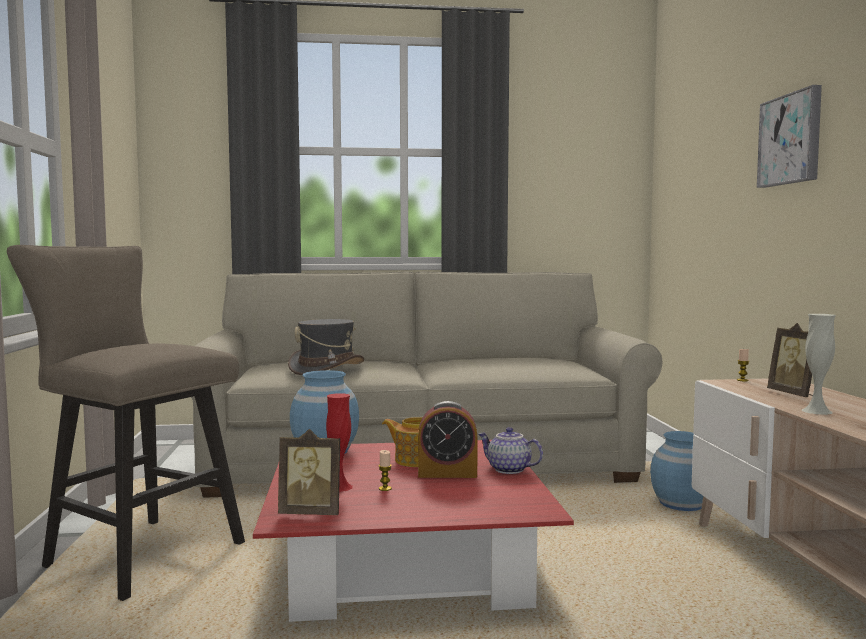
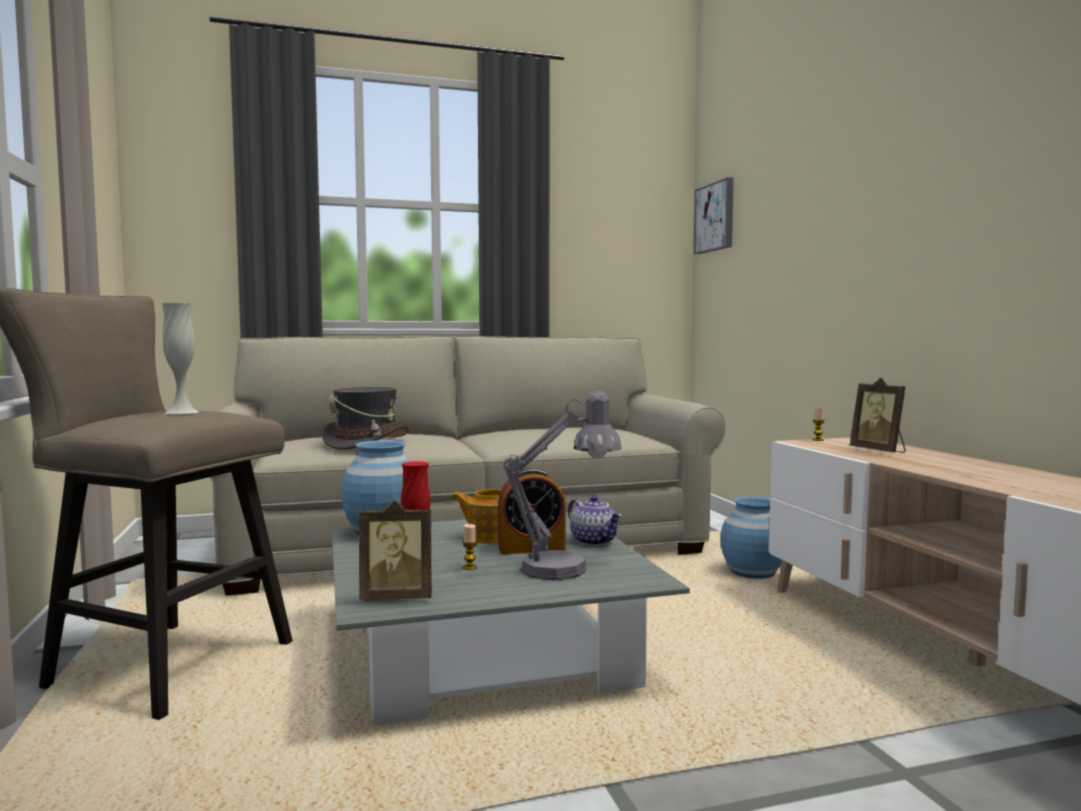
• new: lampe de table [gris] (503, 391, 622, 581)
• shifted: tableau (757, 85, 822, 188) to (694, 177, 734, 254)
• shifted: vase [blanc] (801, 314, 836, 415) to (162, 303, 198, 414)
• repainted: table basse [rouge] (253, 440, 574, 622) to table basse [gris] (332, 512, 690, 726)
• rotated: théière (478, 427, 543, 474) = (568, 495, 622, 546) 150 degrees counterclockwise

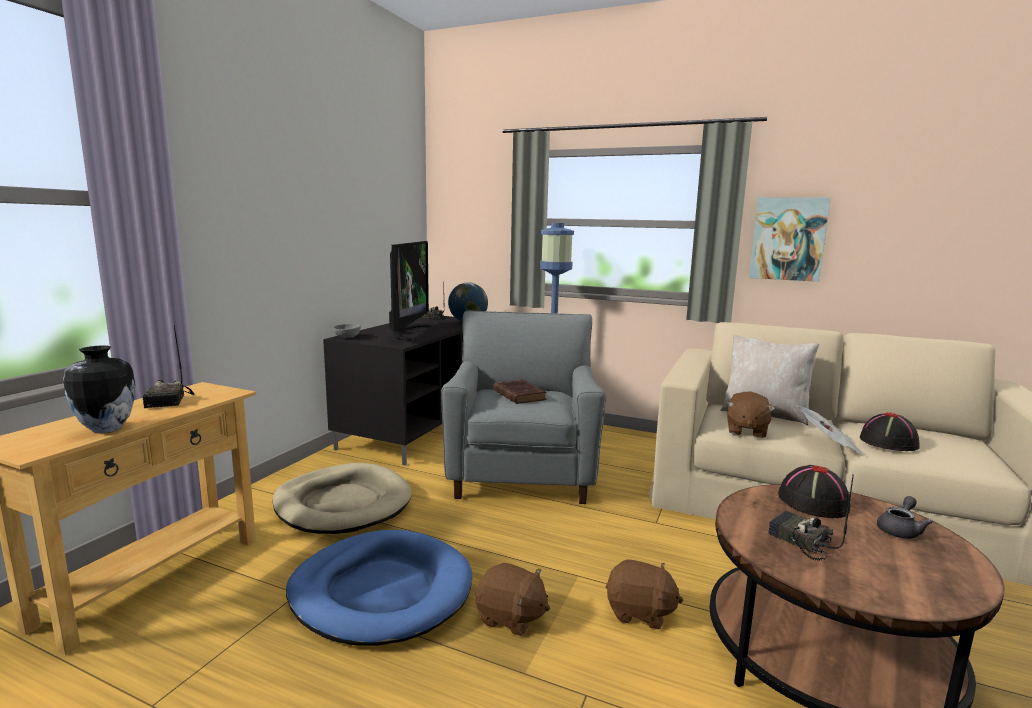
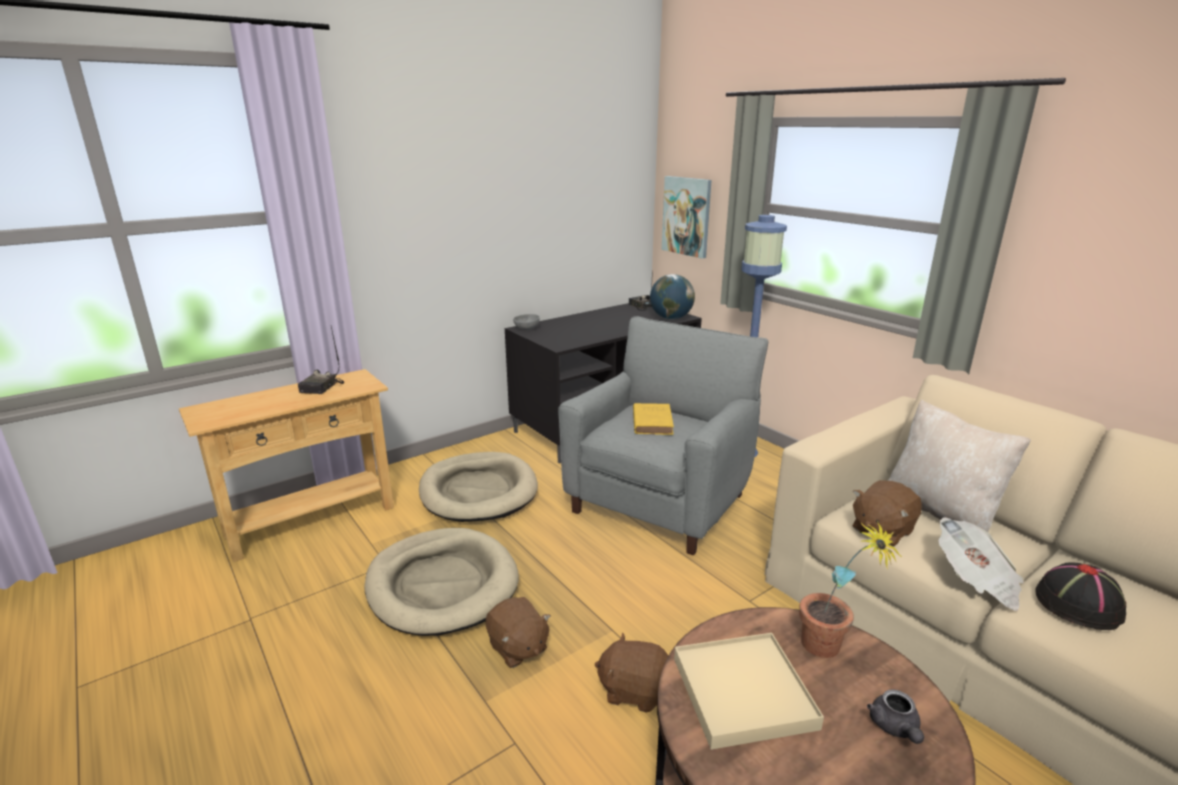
• gone: vase (63, 345, 135, 433)
• gone: téléviseur (389, 241, 432, 341)
• shifted: tableau (749, 197, 831, 282) to (662, 176, 712, 259)
• swapped: radio (768, 474, 854, 561) to plateau [beige] (674, 633, 824, 750)
• swapped: chapeau [noir] (778, 465, 851, 518) to plante en pot (799, 521, 902, 658)
• repainted: panier pour chien [bleu] (286, 530, 472, 646) to panier pour chien [beige] (364, 528, 519, 636)
• repainted: livre [marron] (493, 380, 547, 404) to livre [jaune] (633, 403, 674, 435)
• rotated: peluche [marron] (606, 559, 683, 629) = (595, 632, 668, 713) 150 degrees clockwise
• rotated: théière [gris] (877, 496, 933, 539) = (867, 689, 924, 744) 105 degrees clockwise

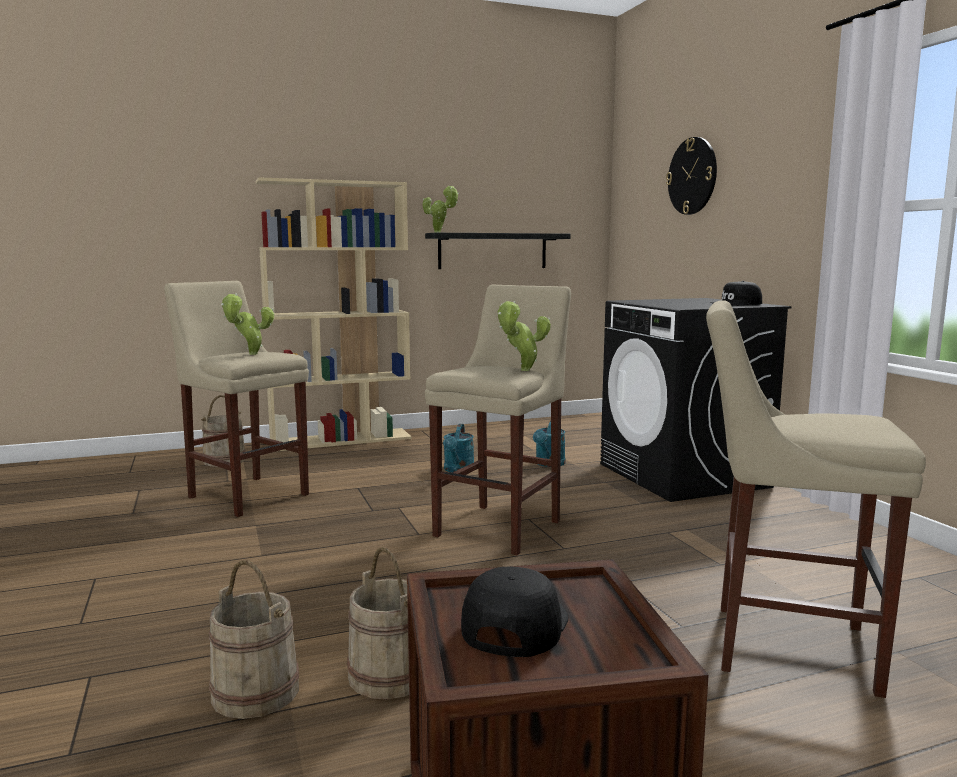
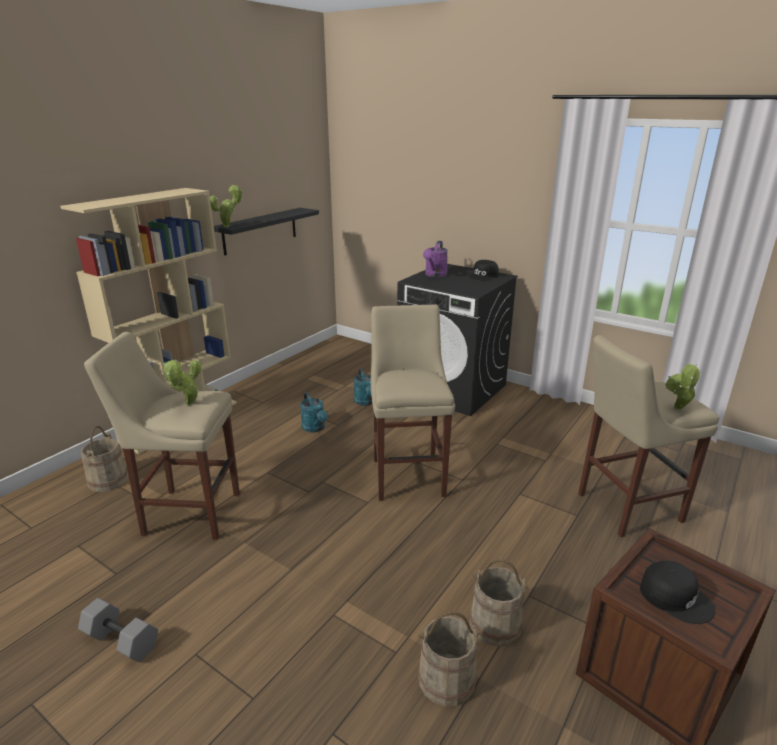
• gone: horloge murale (666, 137, 717, 215)
• new: haltère [gris] (78, 598, 158, 662)
• new: arrosoir [violet] (423, 241, 448, 277)
• shifted: plante en pot (498, 301, 551, 371) to (665, 364, 701, 410)
• rotated: casquette [noir] (461, 567, 568, 657) = (640, 561, 715, 624) 150 degrees clockwise

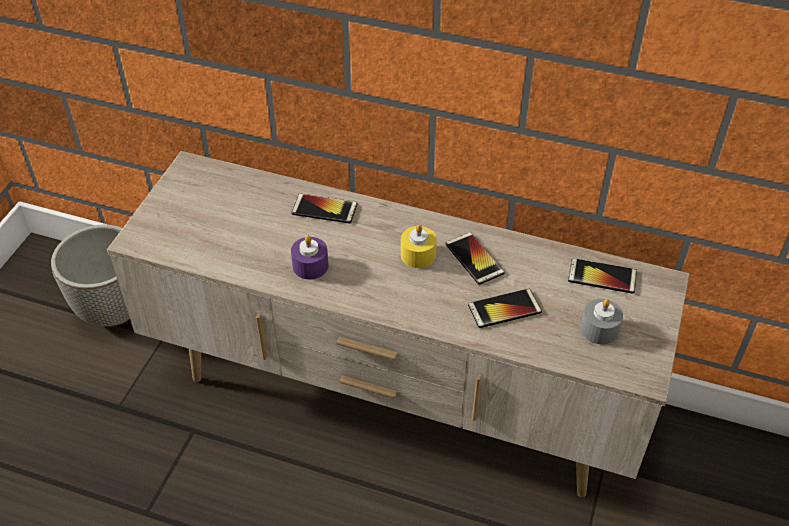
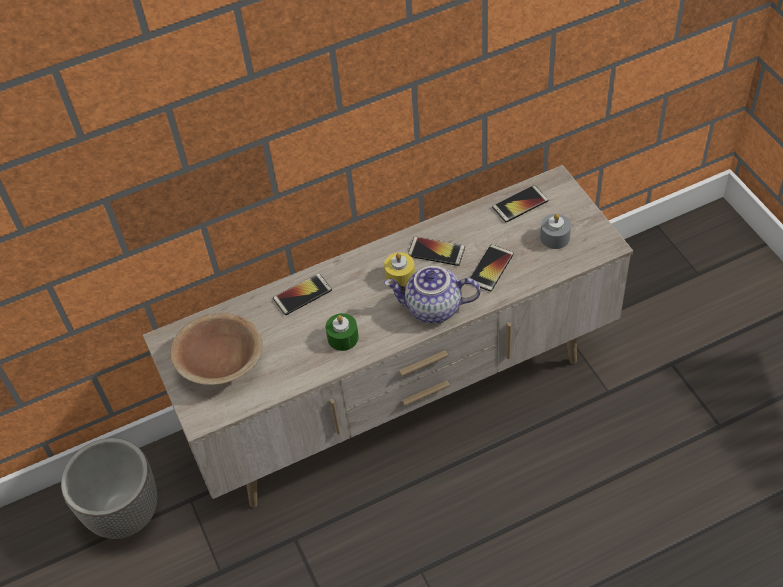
• new: bol [marron] (170, 313, 263, 385)
• new: théière (384, 266, 481, 323)
• repainted: bougie [violet] (291, 235, 328, 279) to bougie [vert] (326, 313, 359, 351)

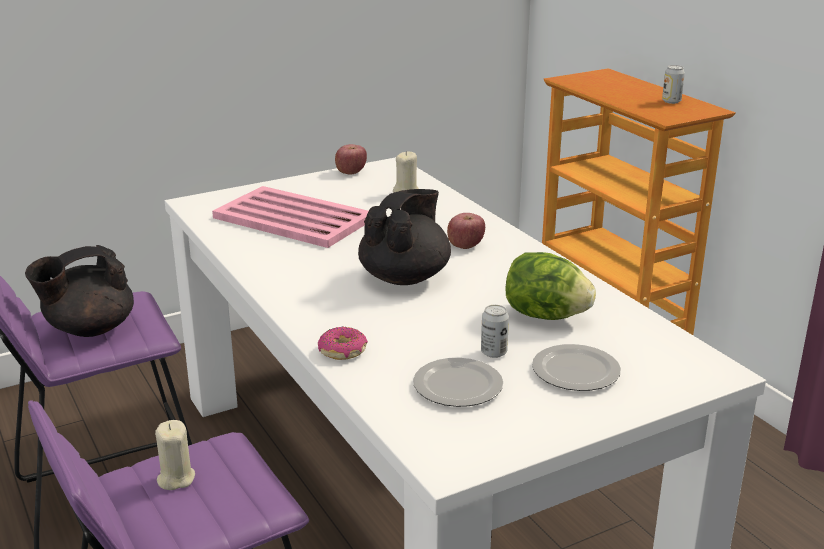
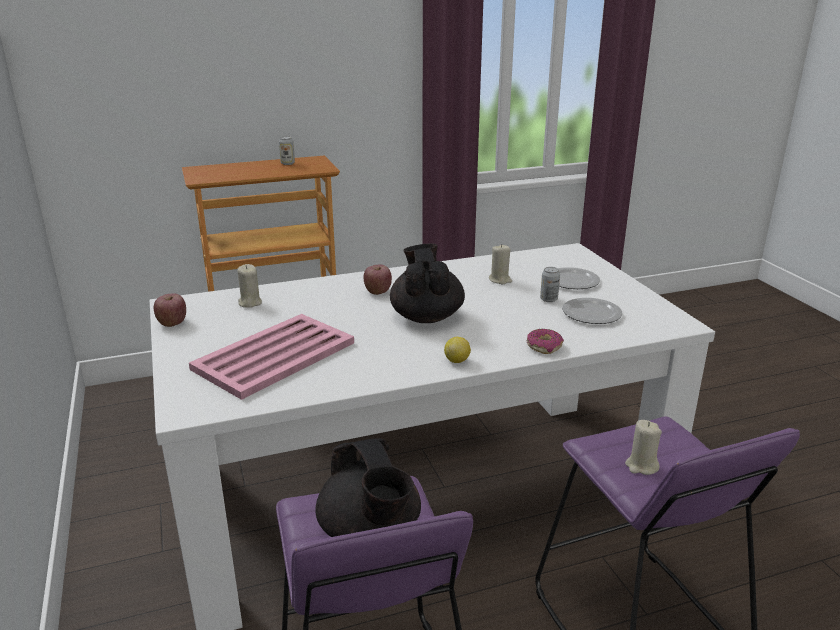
• new: citron (444, 337, 471, 363)
• swapped: laitue (506, 252, 596, 320) to bougie [beige] (489, 244, 512, 284)
• rotated: théière [noir] (358, 189, 451, 285) = (390, 243, 465, 323) 45 degrees clockwise

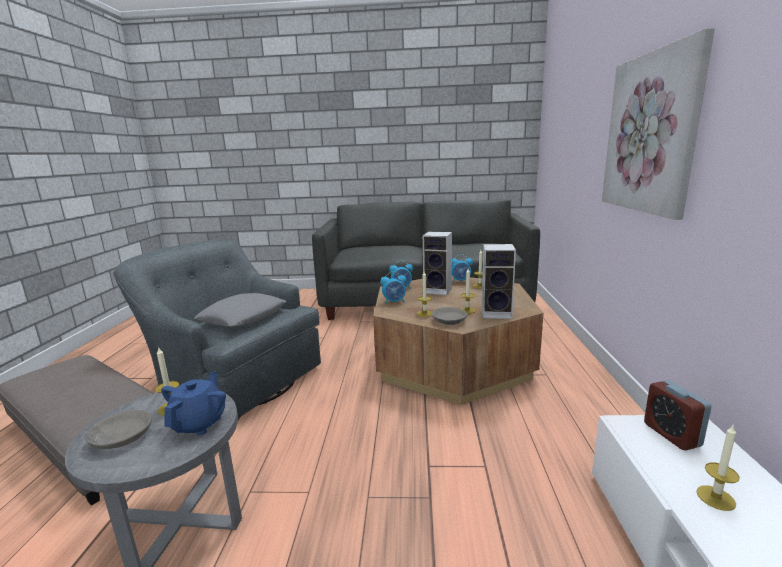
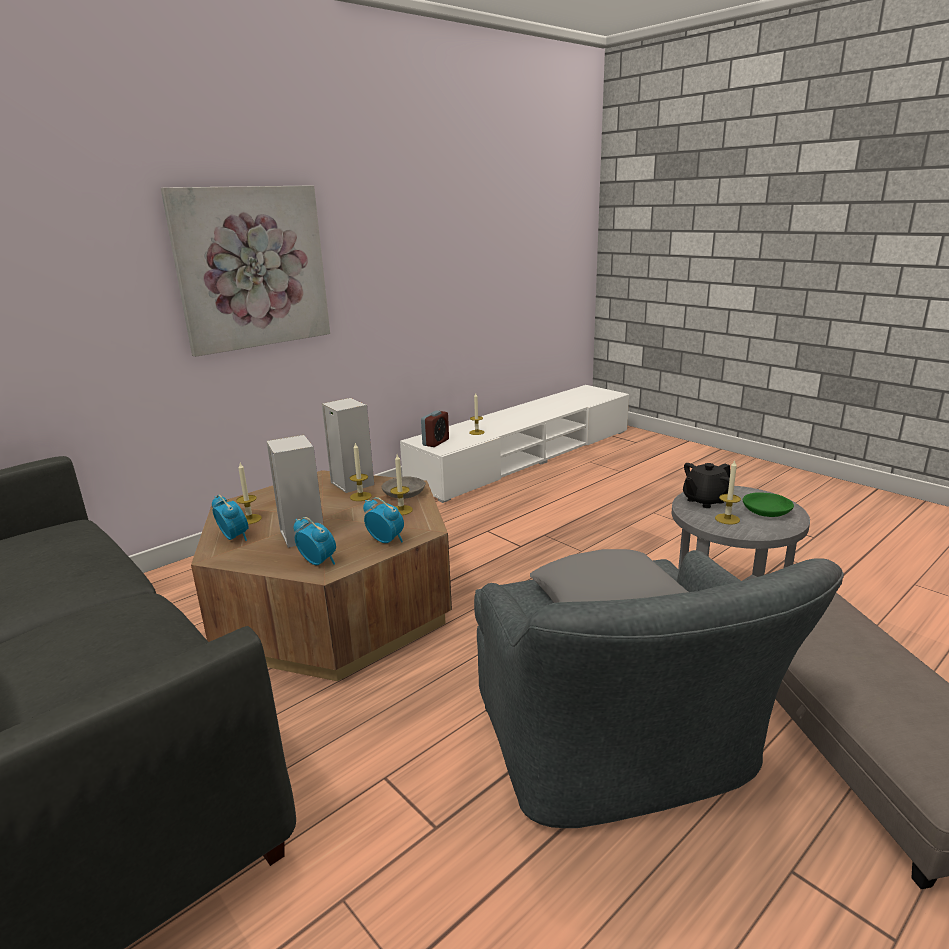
• repainted: bol [gris] (85, 410, 152, 449) to bol [vert] (743, 492, 794, 517)
• repainted: théière [bleu] (161, 371, 226, 436) to théière [noir] (683, 463, 730, 508)

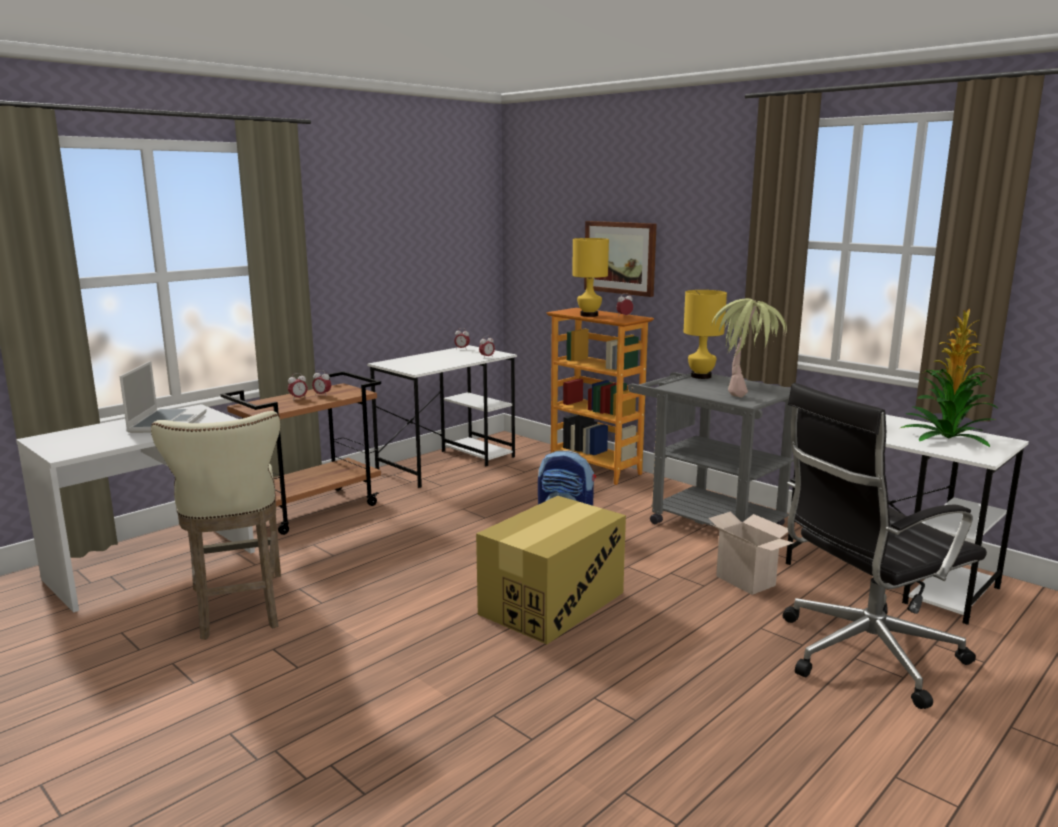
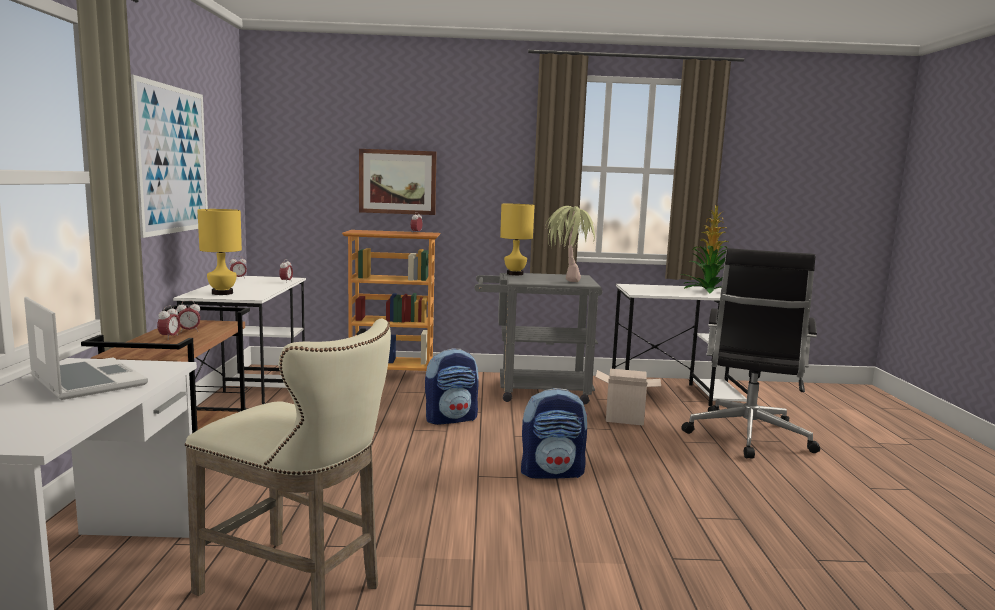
• new: tableau (131, 74, 208, 238)
• shifted: lampe de table [jaune] (572, 238, 609, 317) to (197, 209, 242, 295)
• swapped: carton (476, 496, 626, 644) to sac à dos (521, 388, 588, 479)

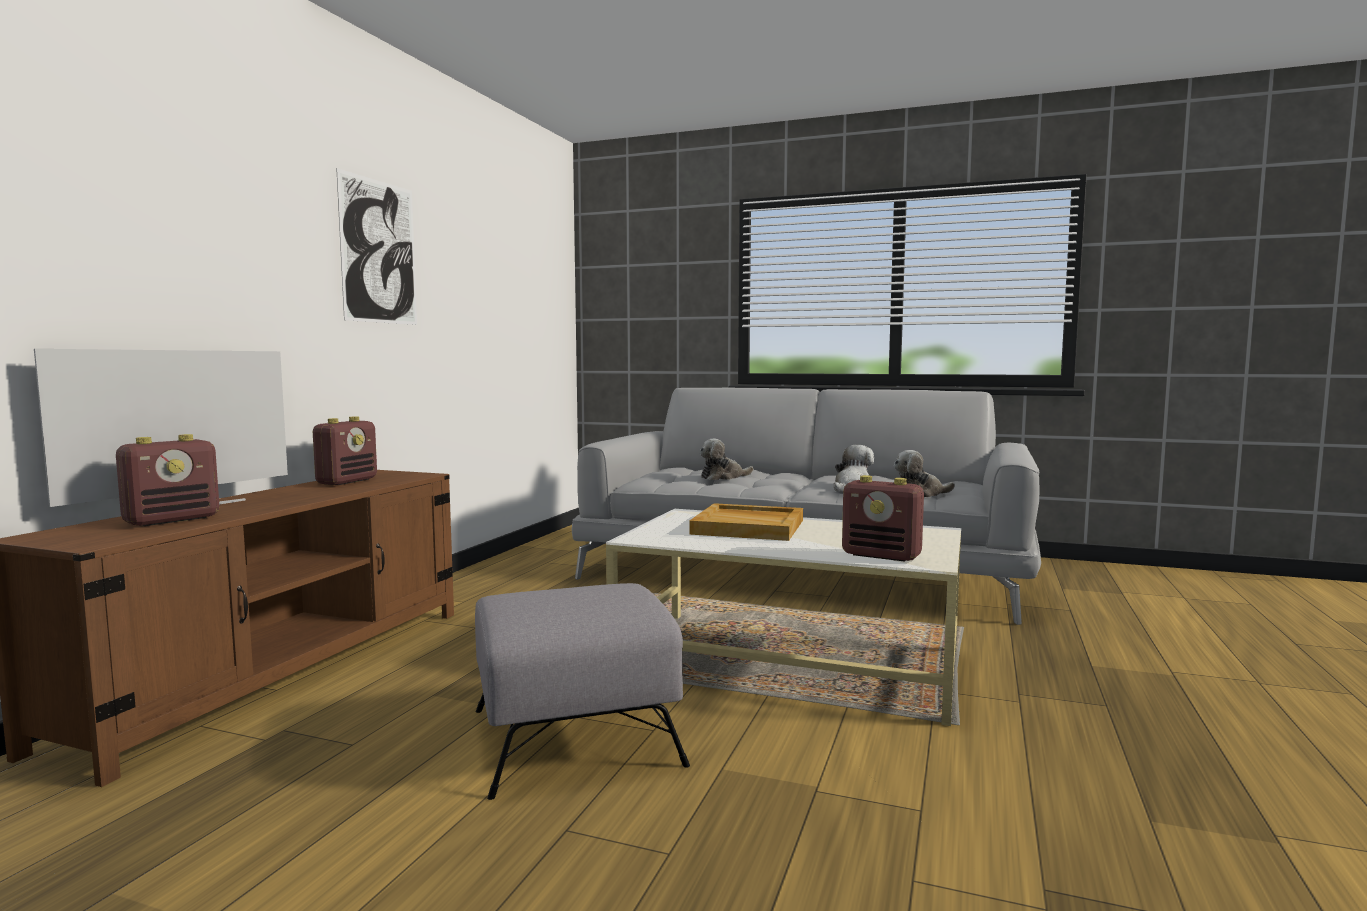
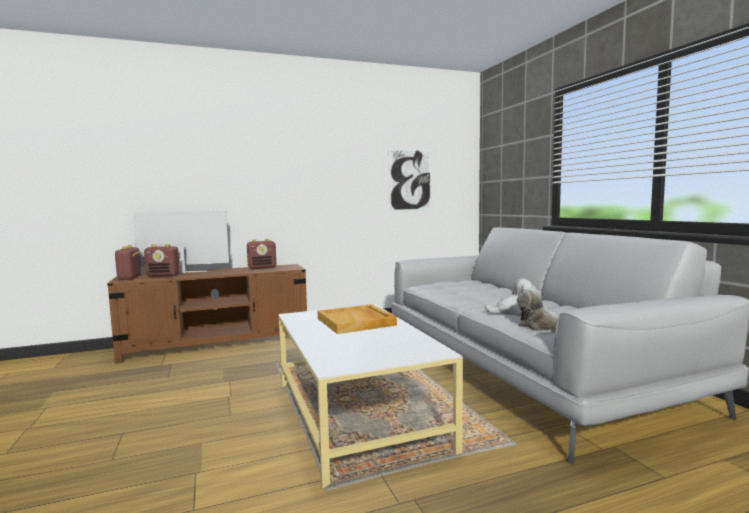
• gone: pouf [gris] (475, 583, 690, 800)
• gone: peluche (699, 438, 753, 480)
• shifted: tableau (336, 168, 417, 325) to (389, 148, 431, 211)
• shifted: radio (842, 475, 924, 562) to (115, 245, 141, 280)

